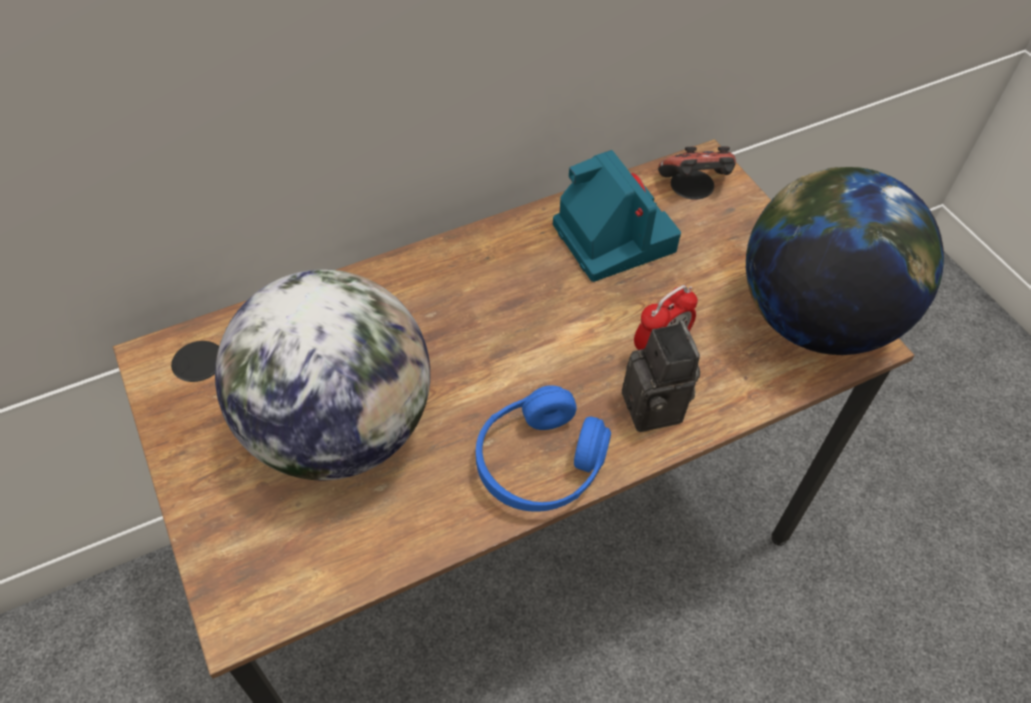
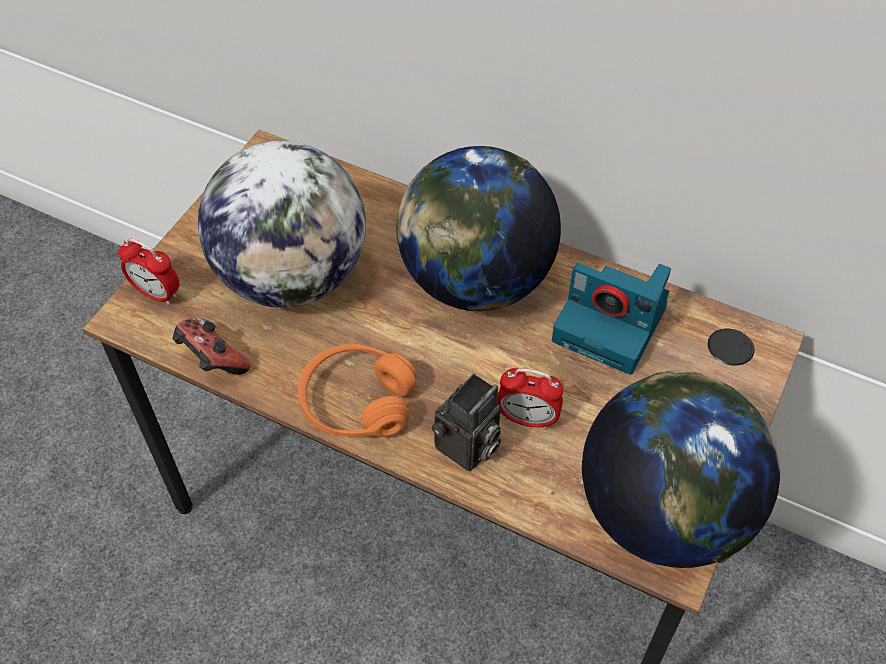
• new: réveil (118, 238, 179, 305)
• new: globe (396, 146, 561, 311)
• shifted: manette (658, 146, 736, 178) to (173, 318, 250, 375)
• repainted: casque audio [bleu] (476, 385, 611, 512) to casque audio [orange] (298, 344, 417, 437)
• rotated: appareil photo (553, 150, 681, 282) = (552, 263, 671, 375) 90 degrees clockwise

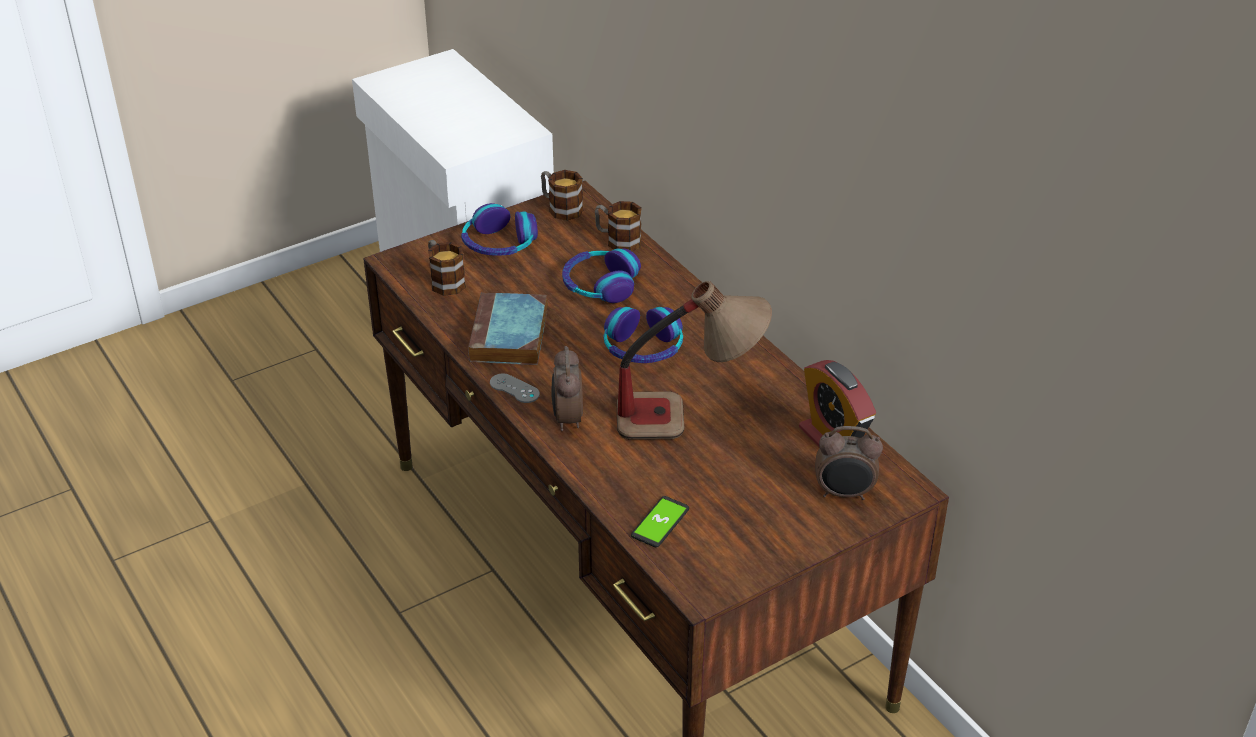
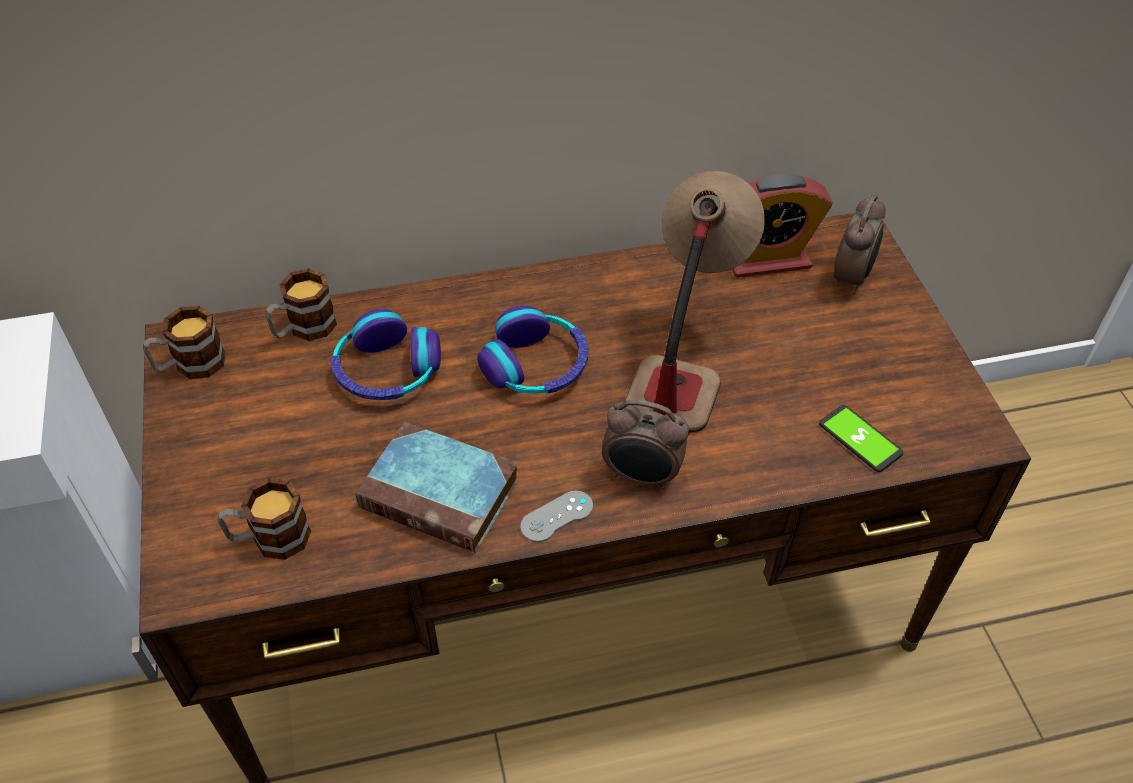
• gone: casque audio (461, 203, 538, 256)

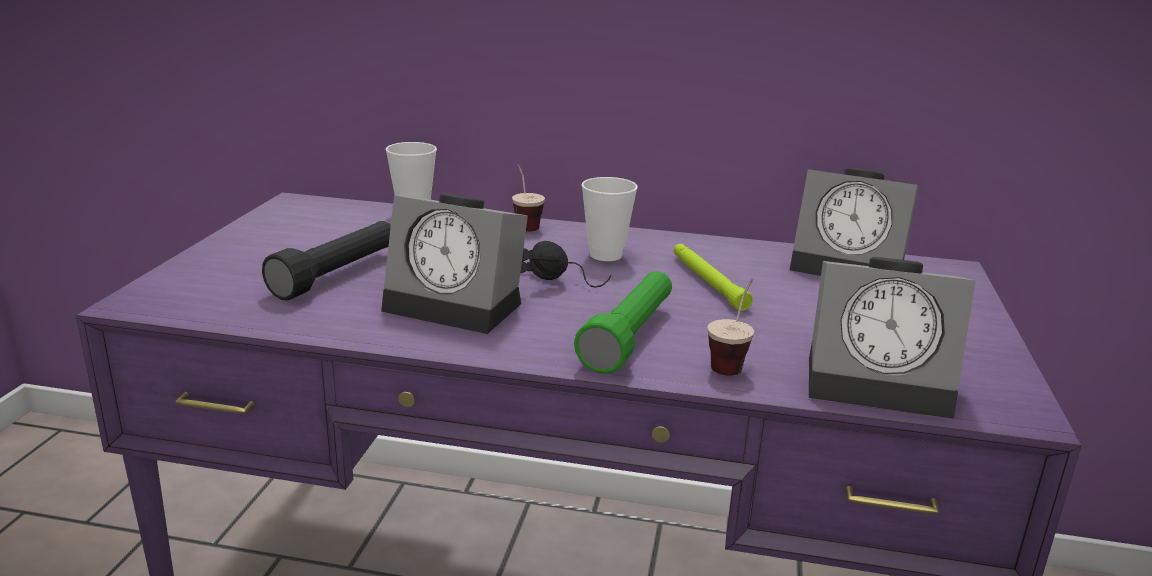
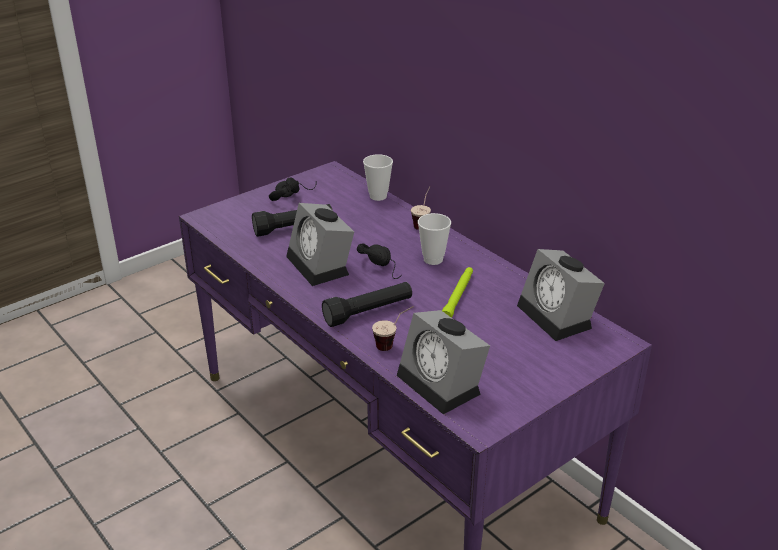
• new: casque audio [noir] (269, 178, 316, 201)
• repainted: lampe de poche [vert] (574, 271, 672, 374) to lampe de poche [noir] (322, 282, 412, 327)

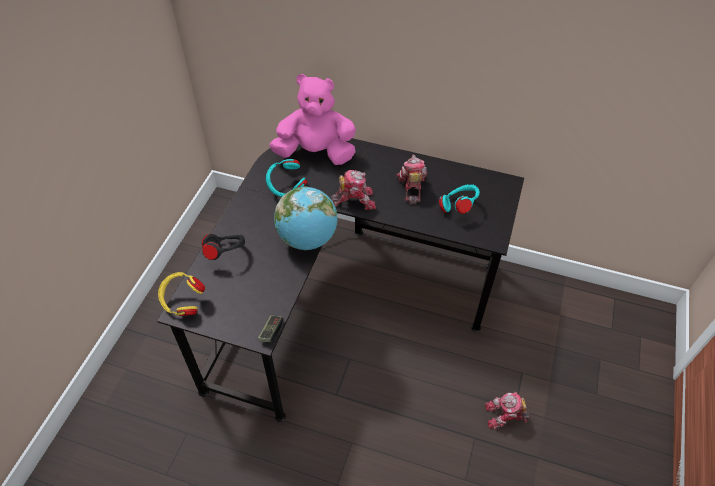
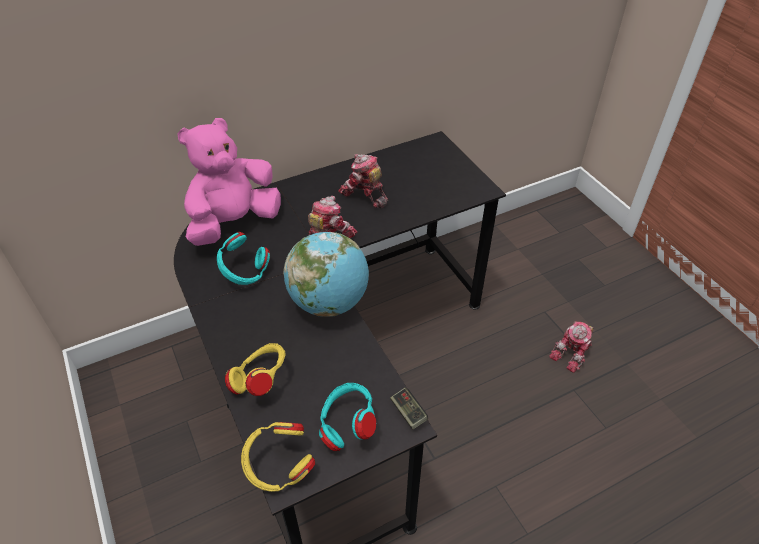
• shifted: casque audio [turquoise] (439, 184, 480, 214) to (319, 383, 376, 451)
• repainted: casque audio [noir] (202, 234, 245, 260) to casque audio [jaune] (225, 343, 286, 396)

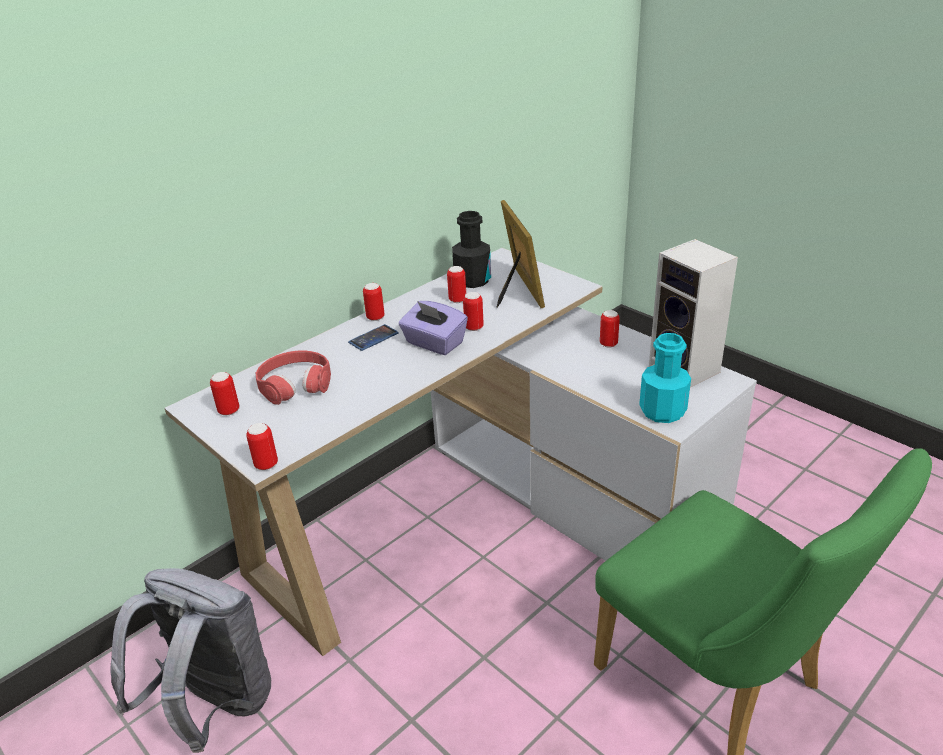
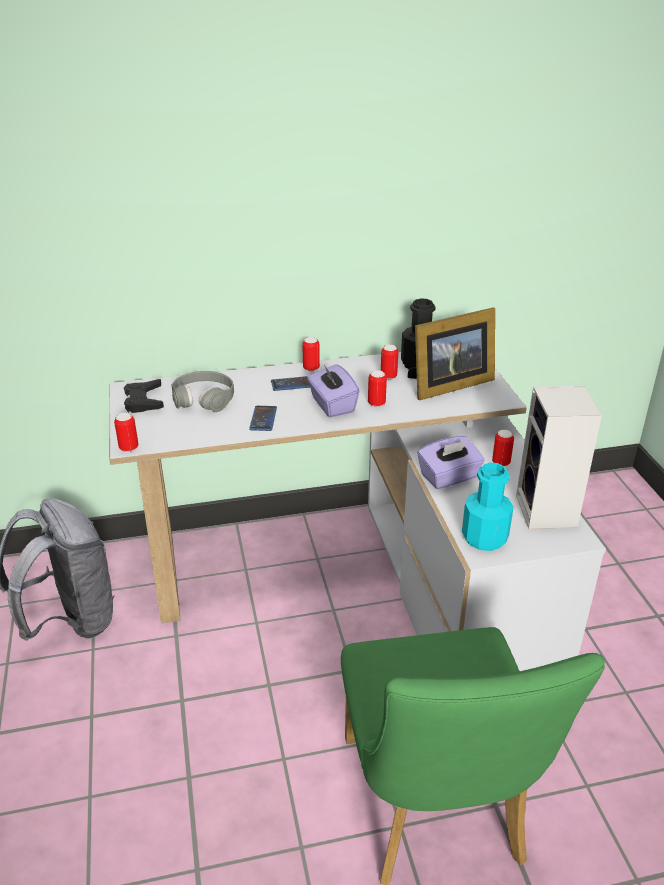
• new: téléphone (249, 406, 277, 431)
• new: boîte à mouchoirs [violet] (417, 436, 485, 489)
• swapped: boîte métallique (210, 372, 239, 415) to manette [noir] (124, 379, 164, 413)
• repainted: casque audio [rouge] (256, 350, 331, 405) to casque audio [gris] (172, 371, 234, 412)
• rotated: cadre photo (497, 200, 545, 308) = (407, 307, 495, 400) 45 degrees clockwise

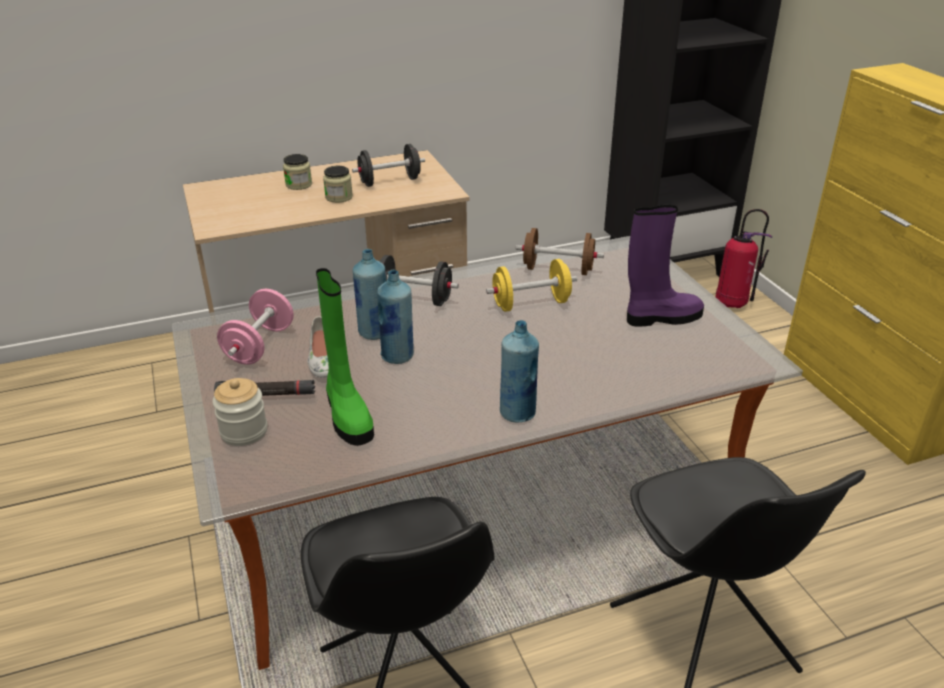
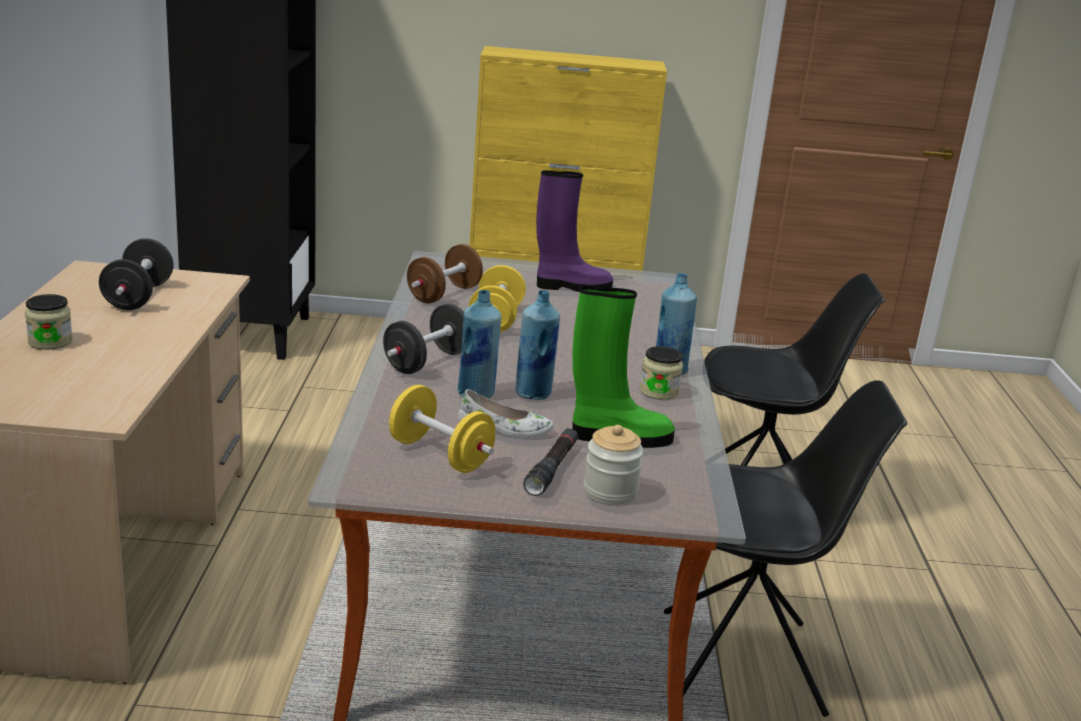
• gone: extincteur (715, 209, 772, 308)
• shifted: bocal (323, 166, 353, 203) to (640, 346, 683, 400)
• repainted: haltère [rose] (217, 289, 294, 365) to haltère [jaune] (389, 385, 495, 473)
• rotated: botte [violet] (627, 205, 704, 327) = (536, 170, 613, 292) 75 degrees clockwise

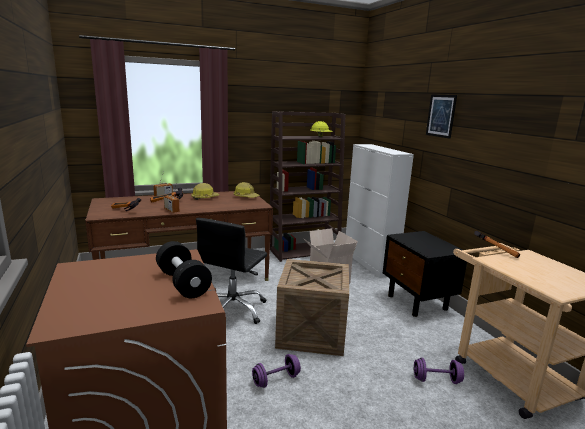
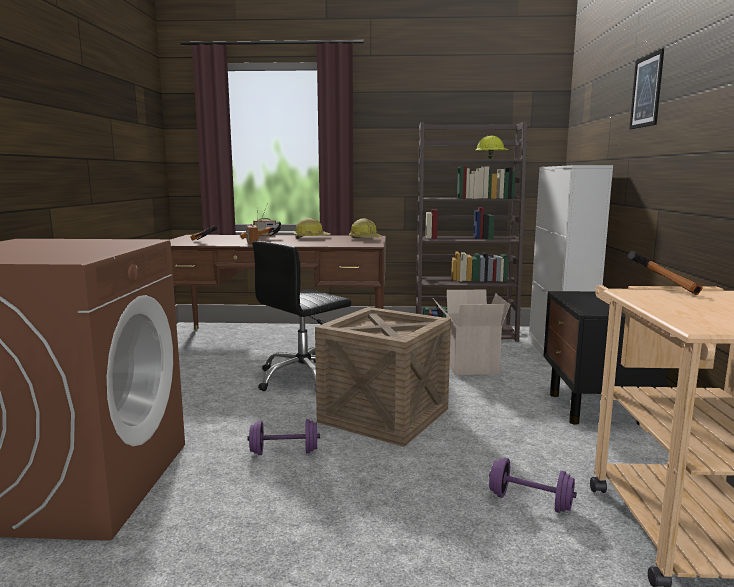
• gone: haltère [noir] (156, 241, 212, 298)

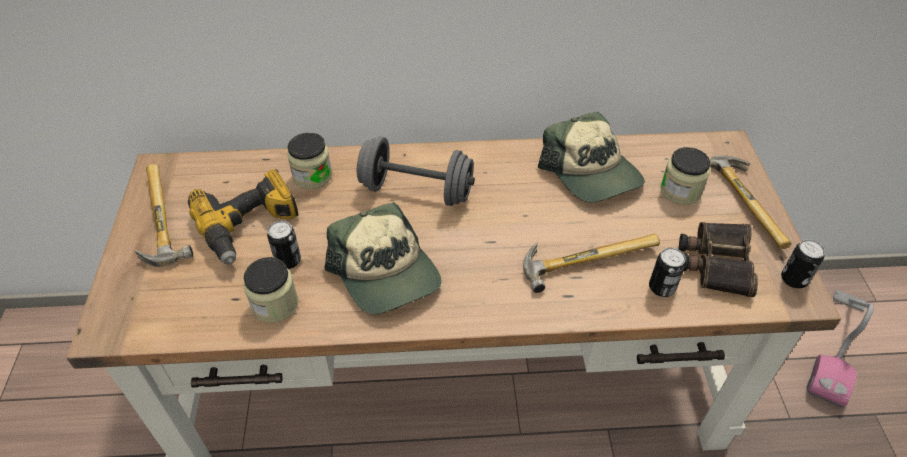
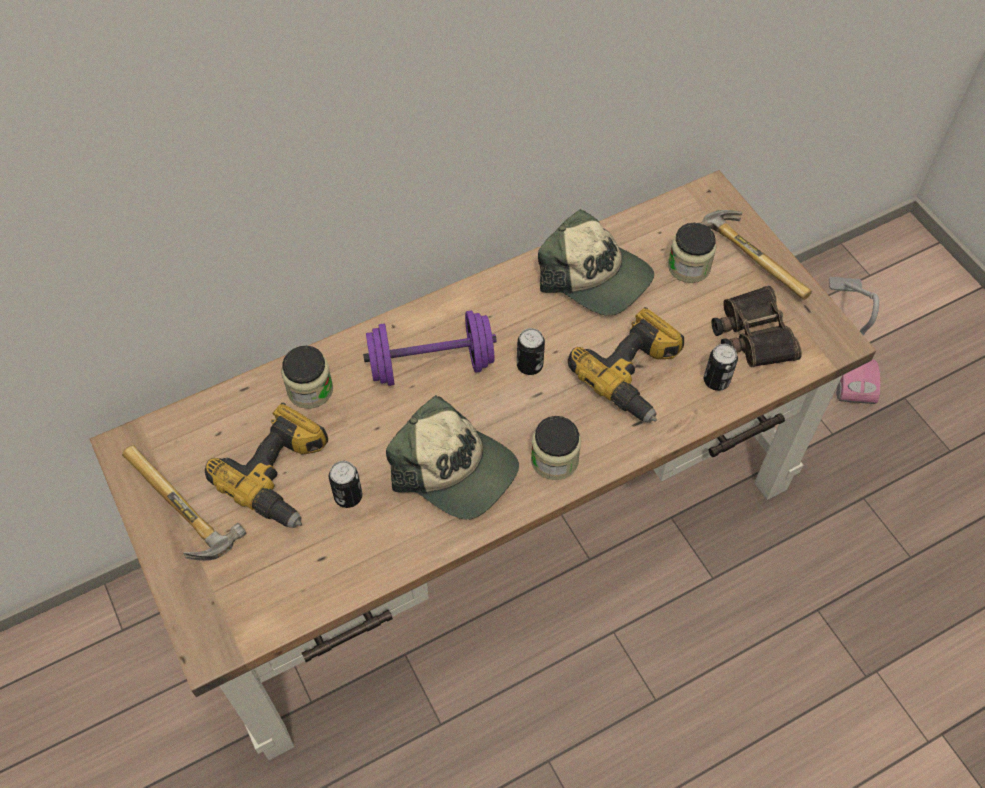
• shifted: bocal (243, 257, 298, 323) to (531, 416, 581, 480)
• shifted: boîte métallique (781, 239, 825, 288) to (517, 328, 545, 375)
• swapped: marteau (523, 233, 660, 293) to perceuse (568, 307, 684, 423)
• repainted: haltère [gris] (357, 137, 475, 206) to haltère [violet] (363, 311, 497, 386)

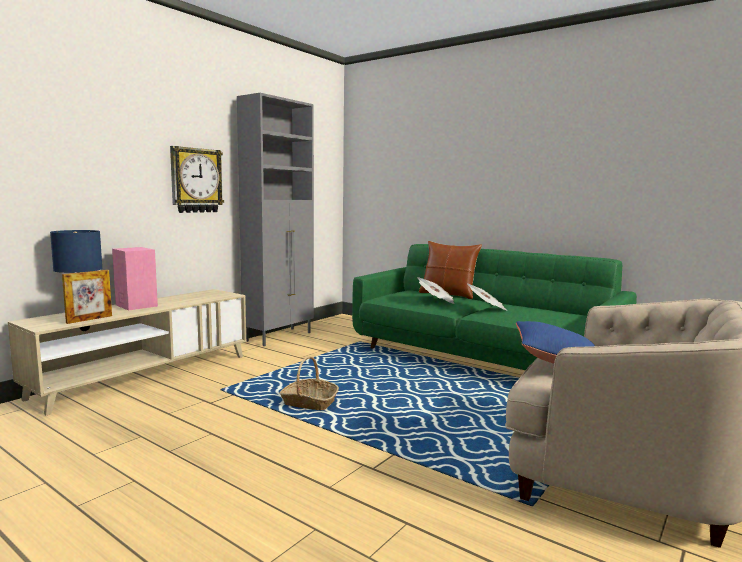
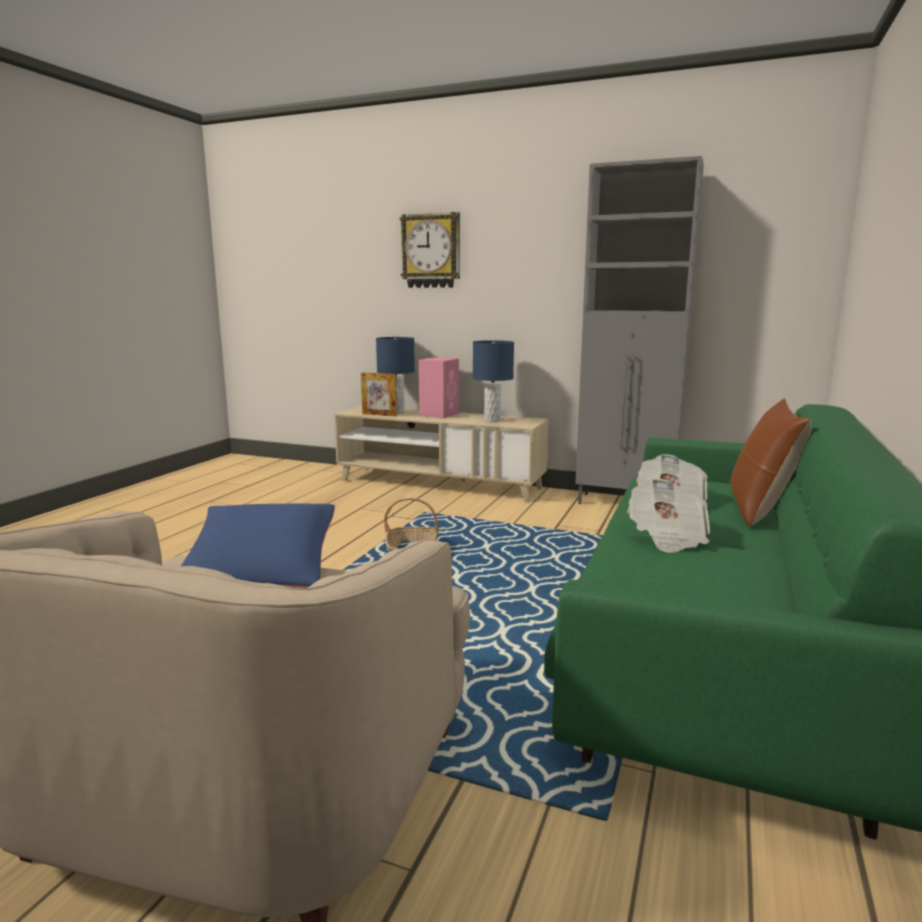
• new: lampe de table [bleu] (473, 340, 514, 422)
• shifted: horloge murale (170, 146, 224, 213) to (400, 212, 460, 288)

